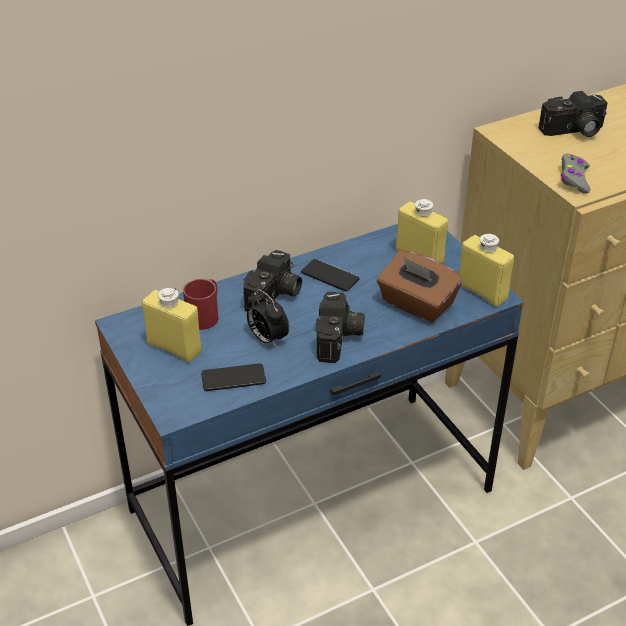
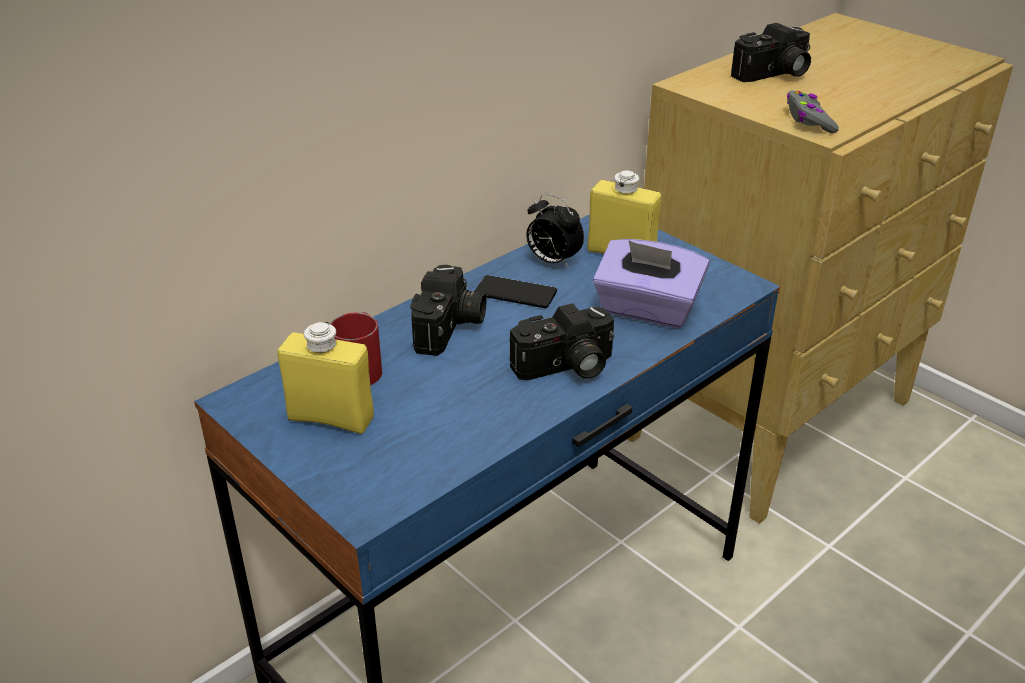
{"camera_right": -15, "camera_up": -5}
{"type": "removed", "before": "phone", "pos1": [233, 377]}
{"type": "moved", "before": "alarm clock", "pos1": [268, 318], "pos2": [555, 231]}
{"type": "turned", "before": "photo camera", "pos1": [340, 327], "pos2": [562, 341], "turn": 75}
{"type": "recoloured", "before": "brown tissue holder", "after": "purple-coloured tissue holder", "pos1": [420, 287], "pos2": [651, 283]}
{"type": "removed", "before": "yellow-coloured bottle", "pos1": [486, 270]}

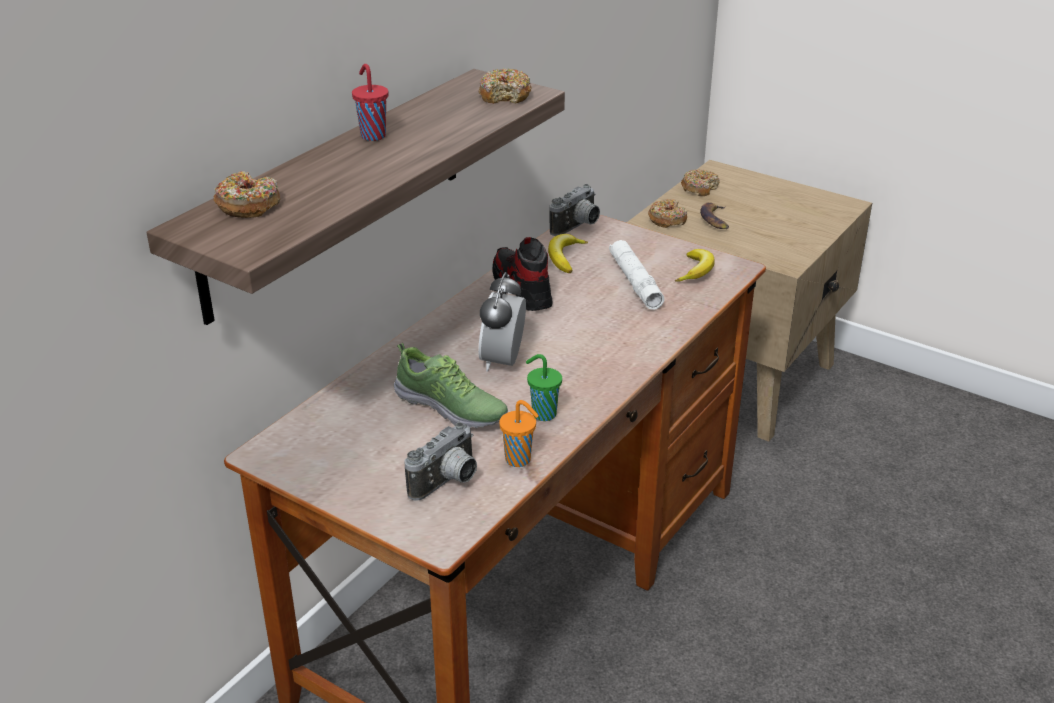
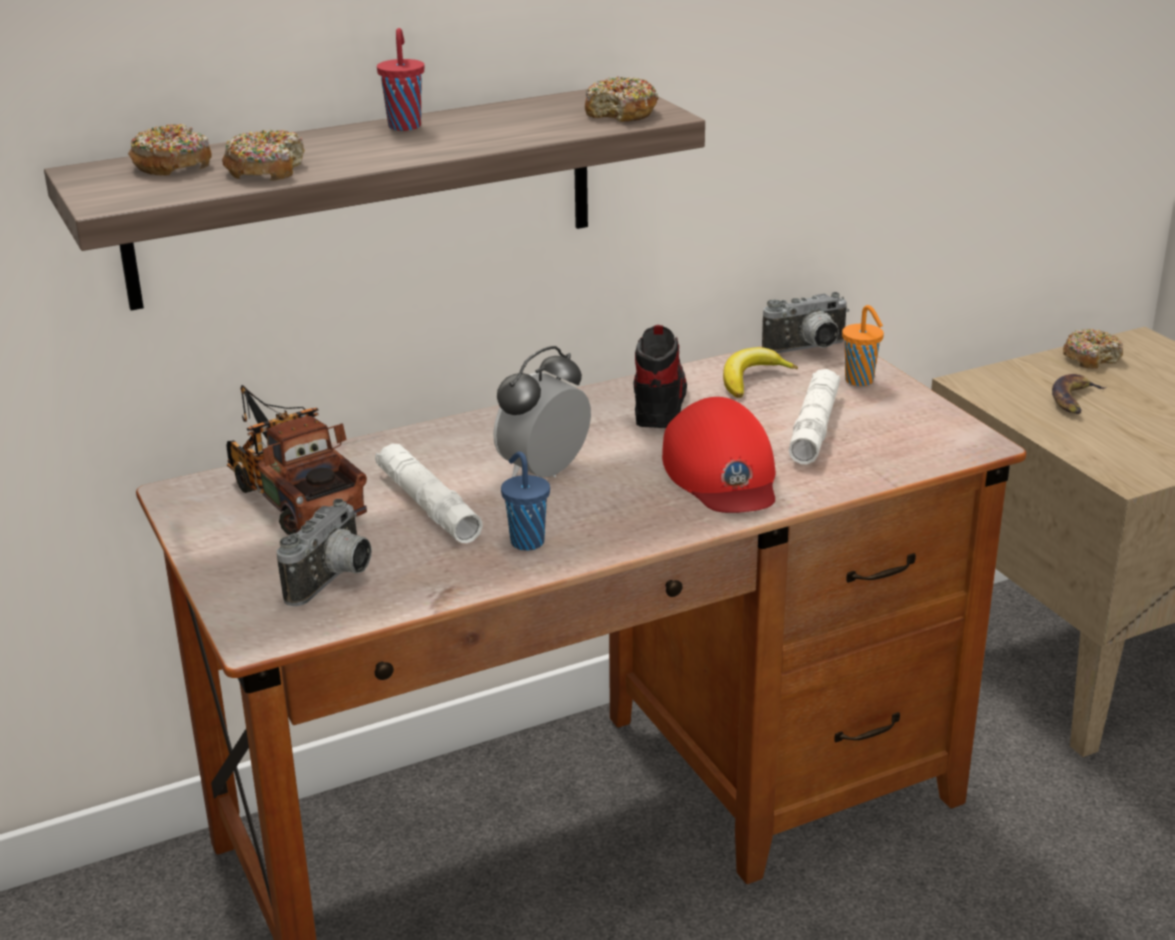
{"camera_right": 30, "camera_up": -5}
{"type": "replaced", "before": "low shoe", "after": "white-coloured hand torch", "pos1": [451, 385], "pos2": [429, 493]}
{"type": "turned", "before": "photo camera", "pos1": [440, 461], "pos2": [324, 552], "turn": -45}
{"type": "moved", "before": "orange cup", "pos1": [519, 433], "pos2": [863, 345]}
{"type": "recoloured", "before": "green cup", "after": "bluish cup", "pos1": [544, 387], "pos2": [525, 501]}
{"type": "moved", "before": "donut", "pos1": [667, 213], "pos2": [263, 155]}
{"type": "removed", "before": "whole banana", "pos1": [695, 265]}
{"type": "added", "after": "toy truck", "pos2": [296, 460]}
{"type": "added", "after": "red peaked cap", "pos2": [719, 455]}

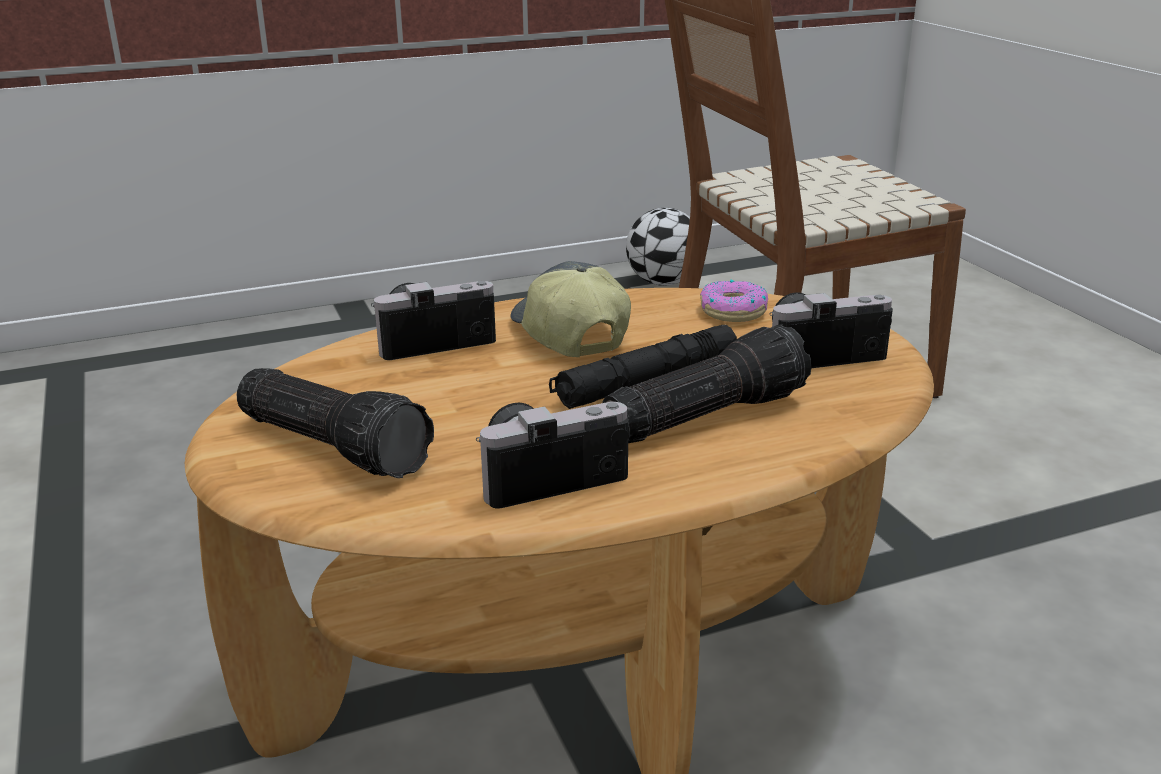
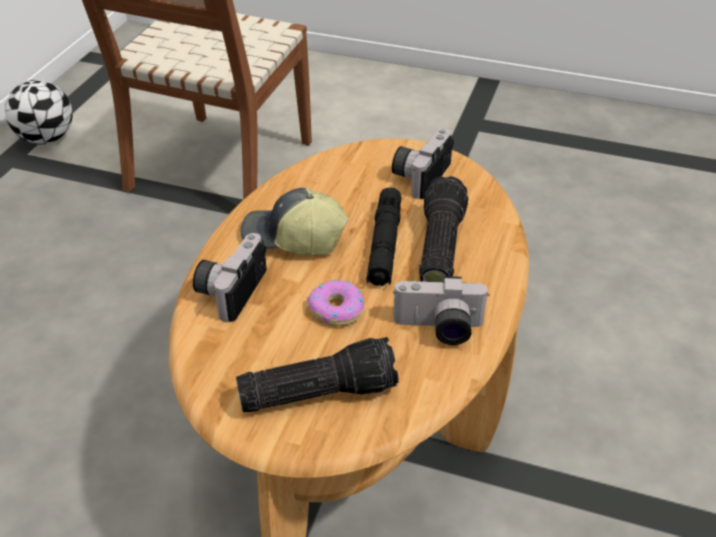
{"camera_right": -50, "camera_up": 15}
{"type": "turned", "before": "photo camera", "pos1": [552, 455], "pos2": [441, 310], "turn": -105}
{"type": "moved", "before": "donut", "pos1": [734, 300], "pos2": [335, 303]}

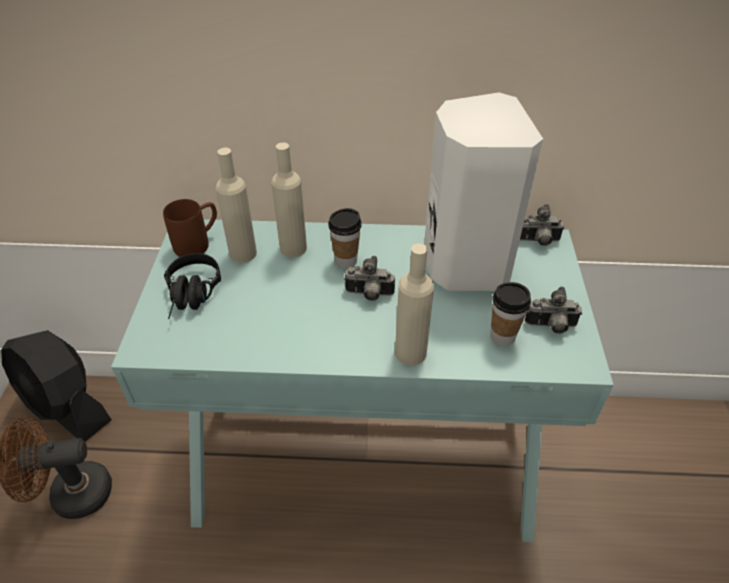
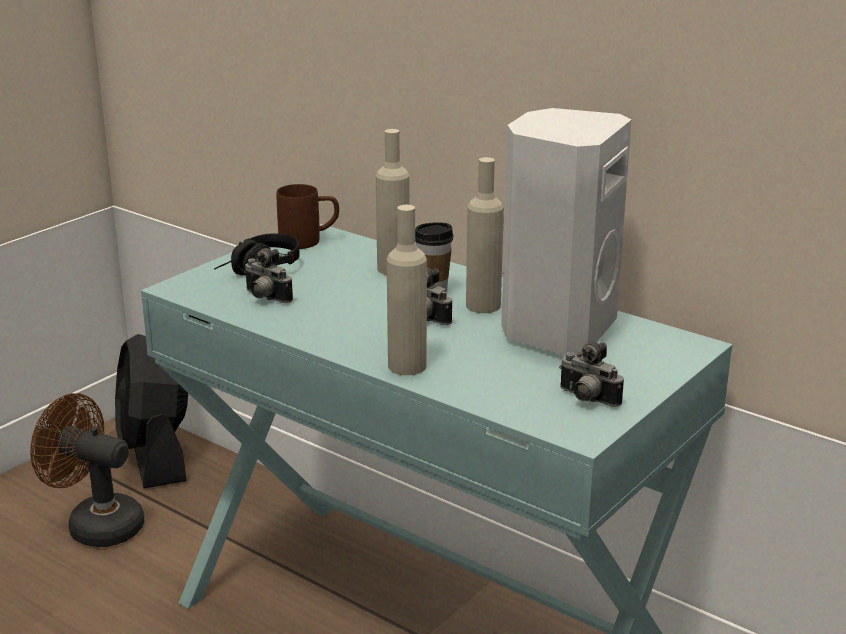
{"camera_right": 35, "camera_up": -20}
{"type": "moved", "before": "sand-coloured bottle", "pos1": [236, 205], "pos2": [485, 235]}
{"type": "removed", "before": "cup", "pos1": [510, 314]}
{"type": "moved", "before": "photo camera", "pos1": [542, 225], "pos2": [268, 275]}

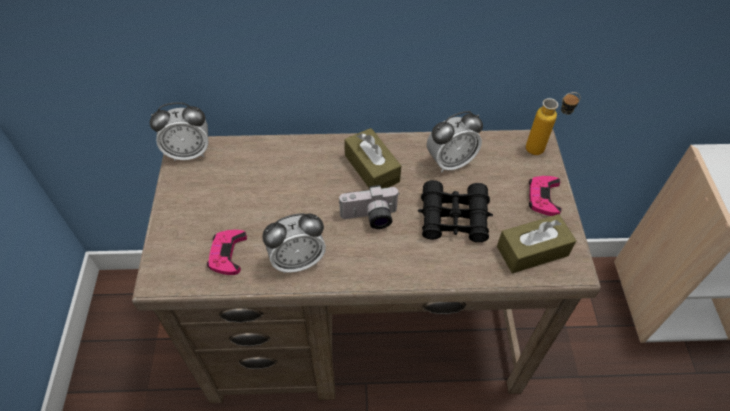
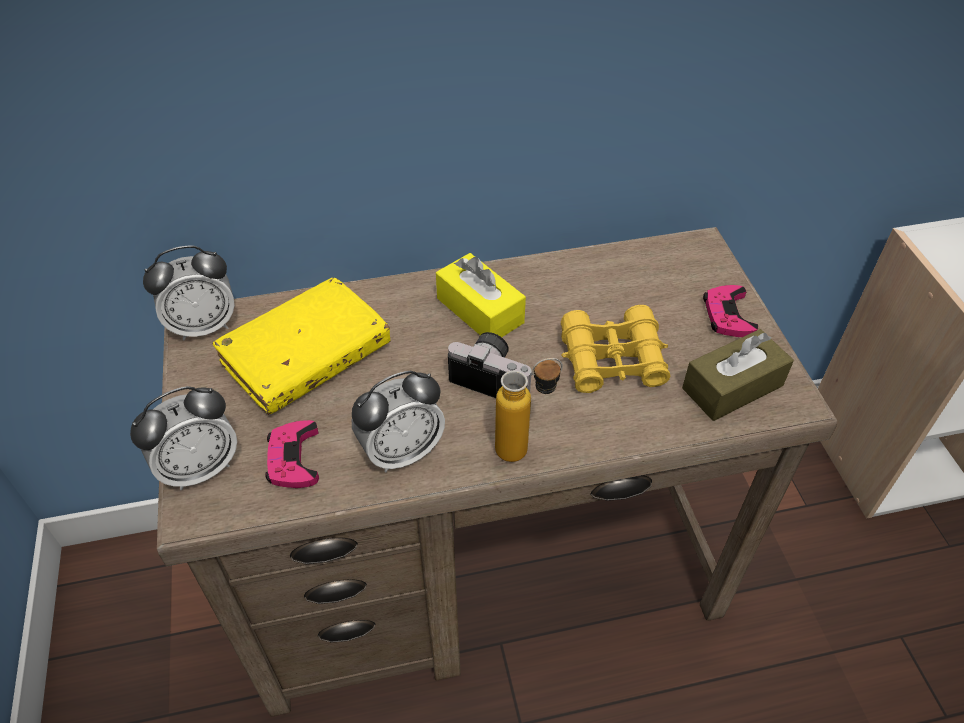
{"camera_right": -10, "camera_up": -5}
{"type": "turned", "before": "photo camera", "pos1": [369, 207], "pos2": [490, 365], "turn": -135}
{"type": "recoloured", "before": "brown tissue holder", "after": "yellow-coloured tissue holder", "pos1": [373, 158], "pos2": [481, 295]}
{"type": "recoloured", "before": "black field glasses", "after": "yellow-coloured field glasses", "pos1": [455, 211], "pos2": [616, 349]}
{"type": "moved", "before": "alarm clock", "pos1": [455, 142], "pos2": [183, 438]}
{"type": "moved", "before": "bottle", "pos1": [553, 123], "pos2": [529, 410]}
{"type": "added", "after": "yellow-coloured bound book", "pos2": [301, 346]}

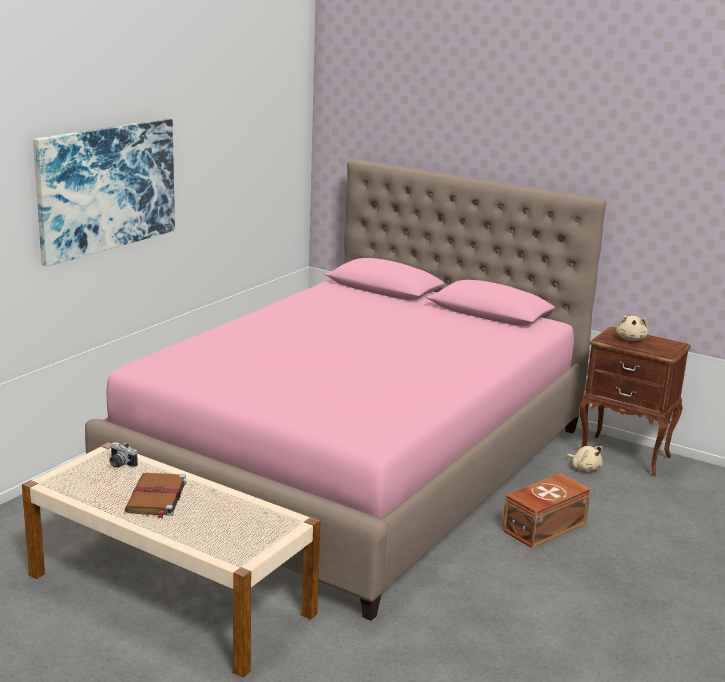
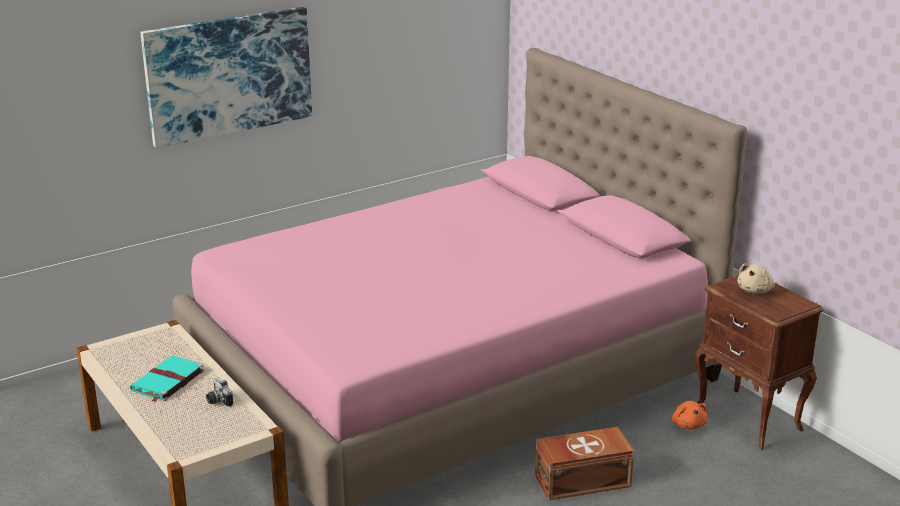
{"camera_right": 25, "camera_up": 5}
{"type": "moved", "before": "photo camera", "pos1": [124, 455], "pos2": [219, 392]}
{"type": "recoloured", "before": "brown bound book", "after": "turquoise bound book", "pos1": [155, 496], "pos2": [167, 379]}
{"type": "recoloured", "before": "sand-coloured soft toy", "after": "orange soft toy", "pos1": [584, 458], "pos2": [689, 415]}

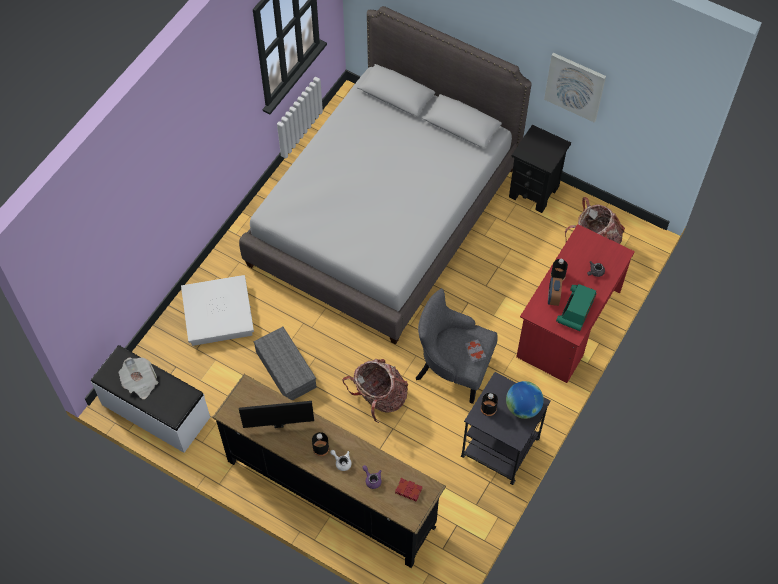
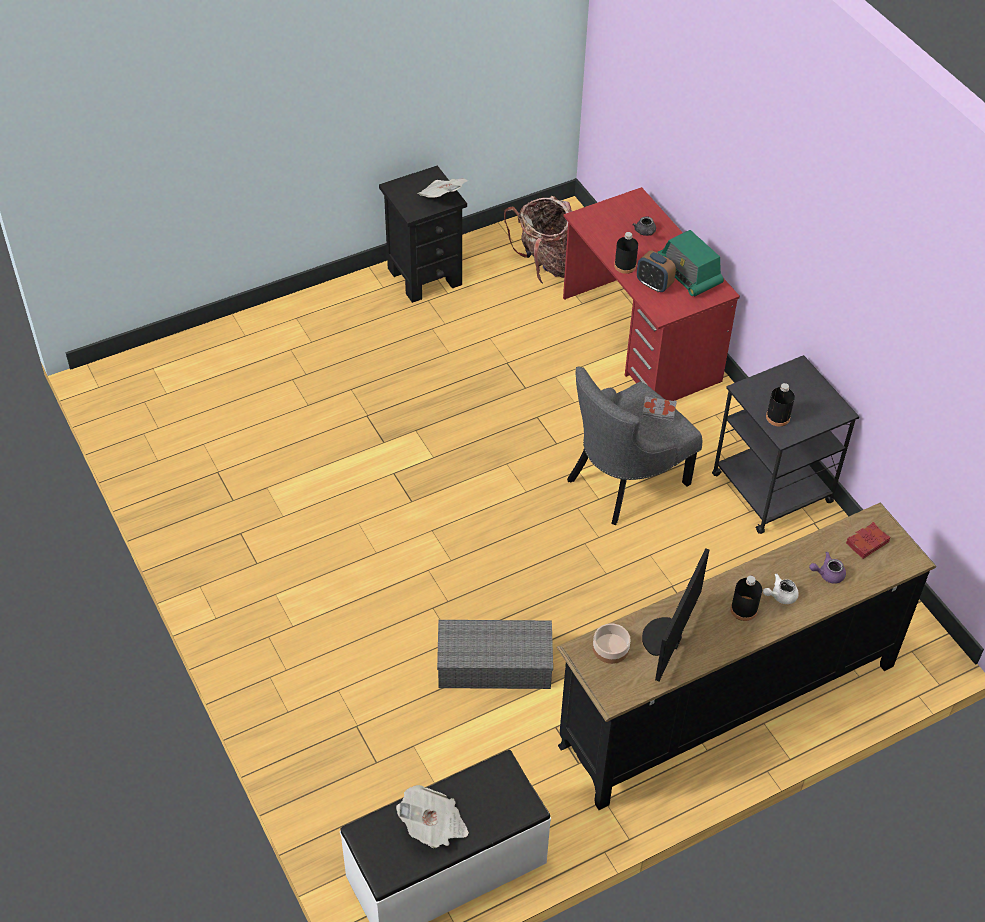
{"camera_right": -60, "camera_up": -10}
{"type": "removed", "before": "white-coloured storage bin", "pos1": [217, 310]}
{"type": "removed", "before": "greyish bed", "pos1": [385, 175]}
{"type": "removed", "before": "knapsack", "pos1": [375, 391]}
{"type": "removed", "before": "world globe", "pos1": [525, 400]}
{"type": "removed", "before": "wall picture", "pos1": [575, 88]}
{"type": "added", "after": "printed paper", "pos2": [442, 188]}
{"type": "added", "after": "serving bowl", "pos2": [612, 643]}

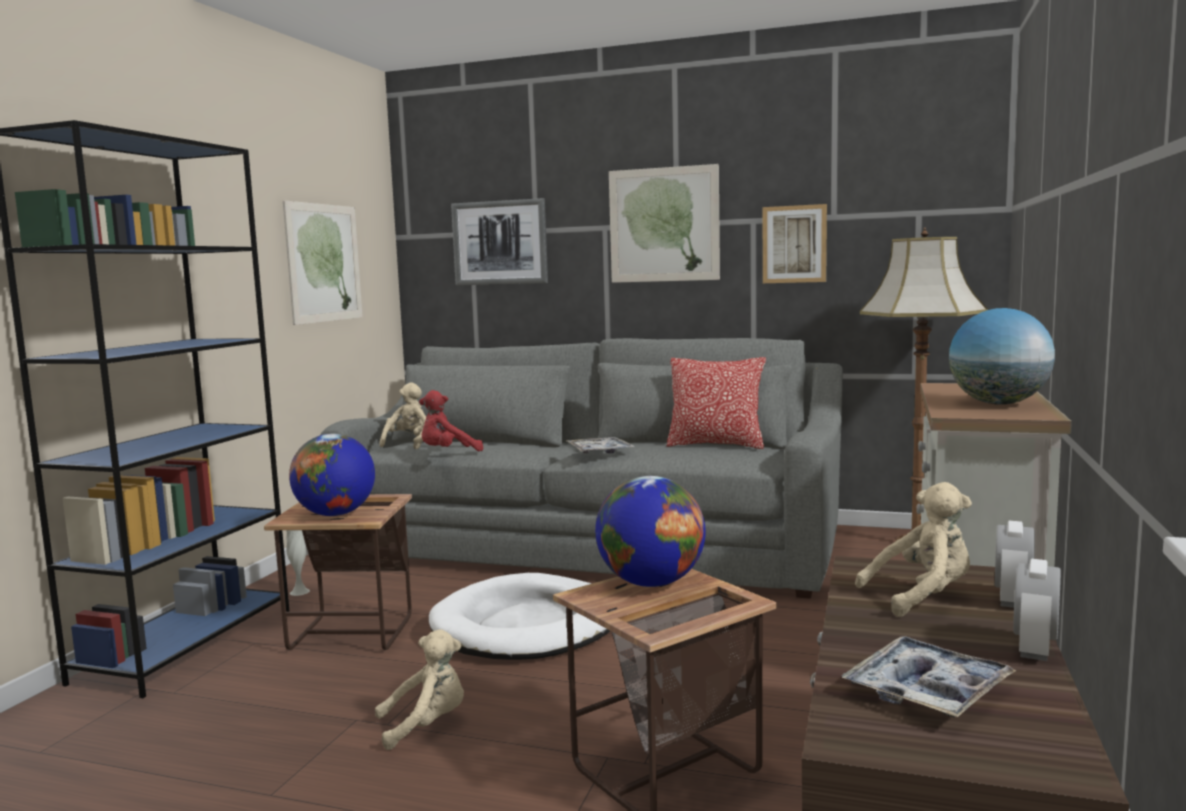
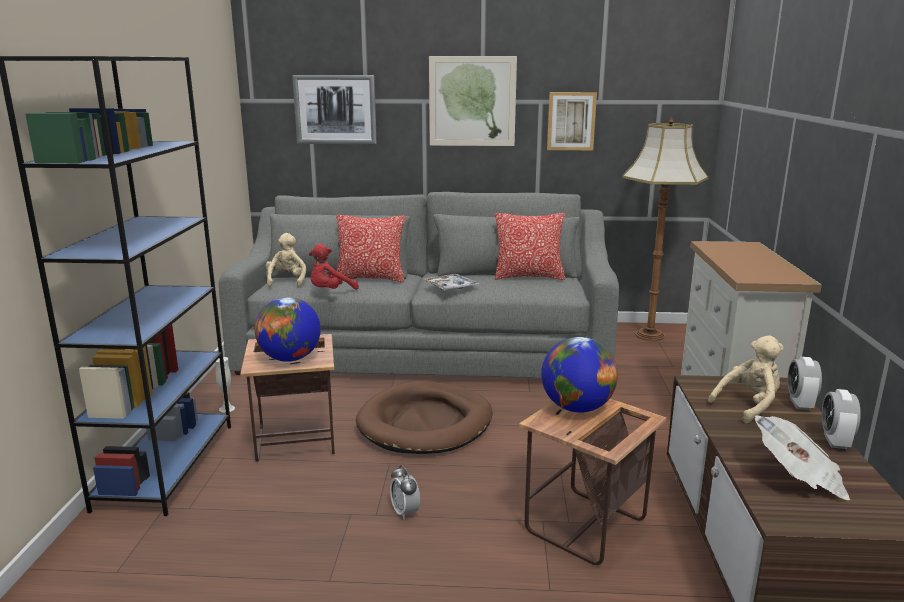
{"camera_right": -15, "camera_up": 10}
{"type": "removed", "before": "wall picture", "pos1": [323, 263]}
{"type": "replaced", "before": "sand-coloured soft toy", "after": "alarm clock", "pos1": [419, 689], "pos2": [405, 492]}
{"type": "recoloured", "before": "white-coloured dog cushion", "after": "brown dog cushion", "pos1": [519, 616], "pos2": [424, 417]}
{"type": "replaced", "before": "serving tray", "after": "printed paper", "pos1": [928, 676], "pos2": [802, 457]}
{"type": "removed", "before": "world globe", "pos1": [1002, 356]}
{"type": "added", "after": "pillow", "pos2": [371, 248]}

